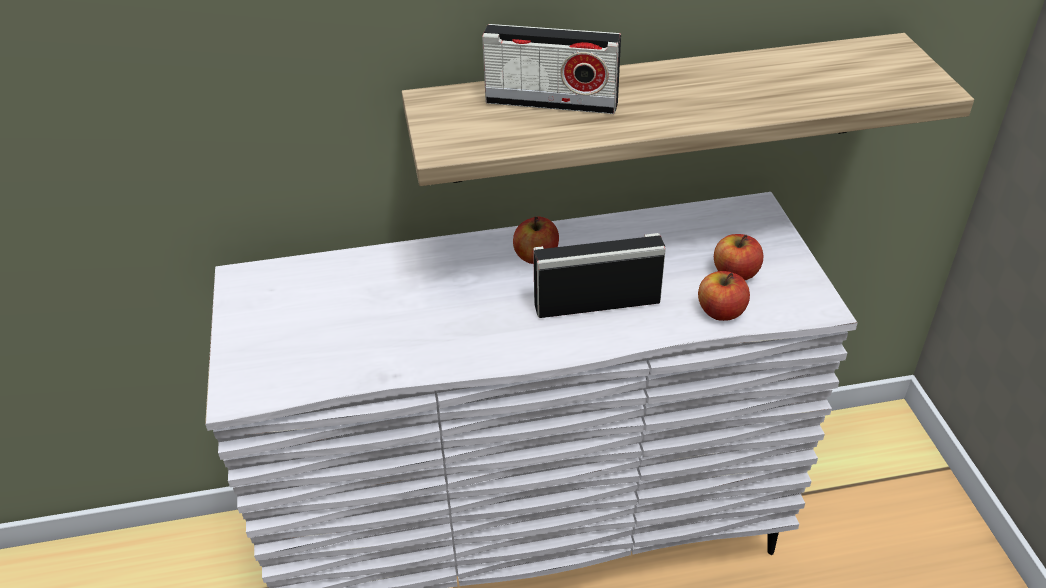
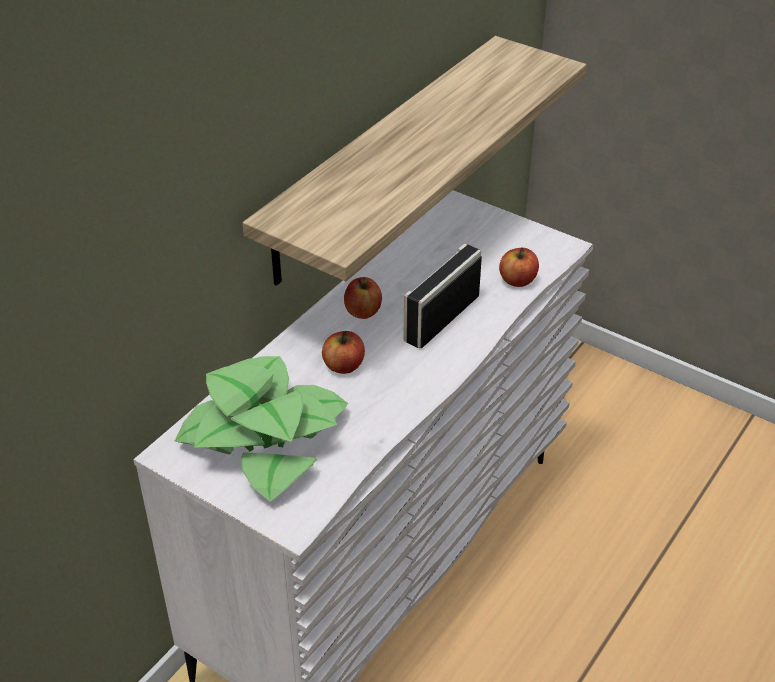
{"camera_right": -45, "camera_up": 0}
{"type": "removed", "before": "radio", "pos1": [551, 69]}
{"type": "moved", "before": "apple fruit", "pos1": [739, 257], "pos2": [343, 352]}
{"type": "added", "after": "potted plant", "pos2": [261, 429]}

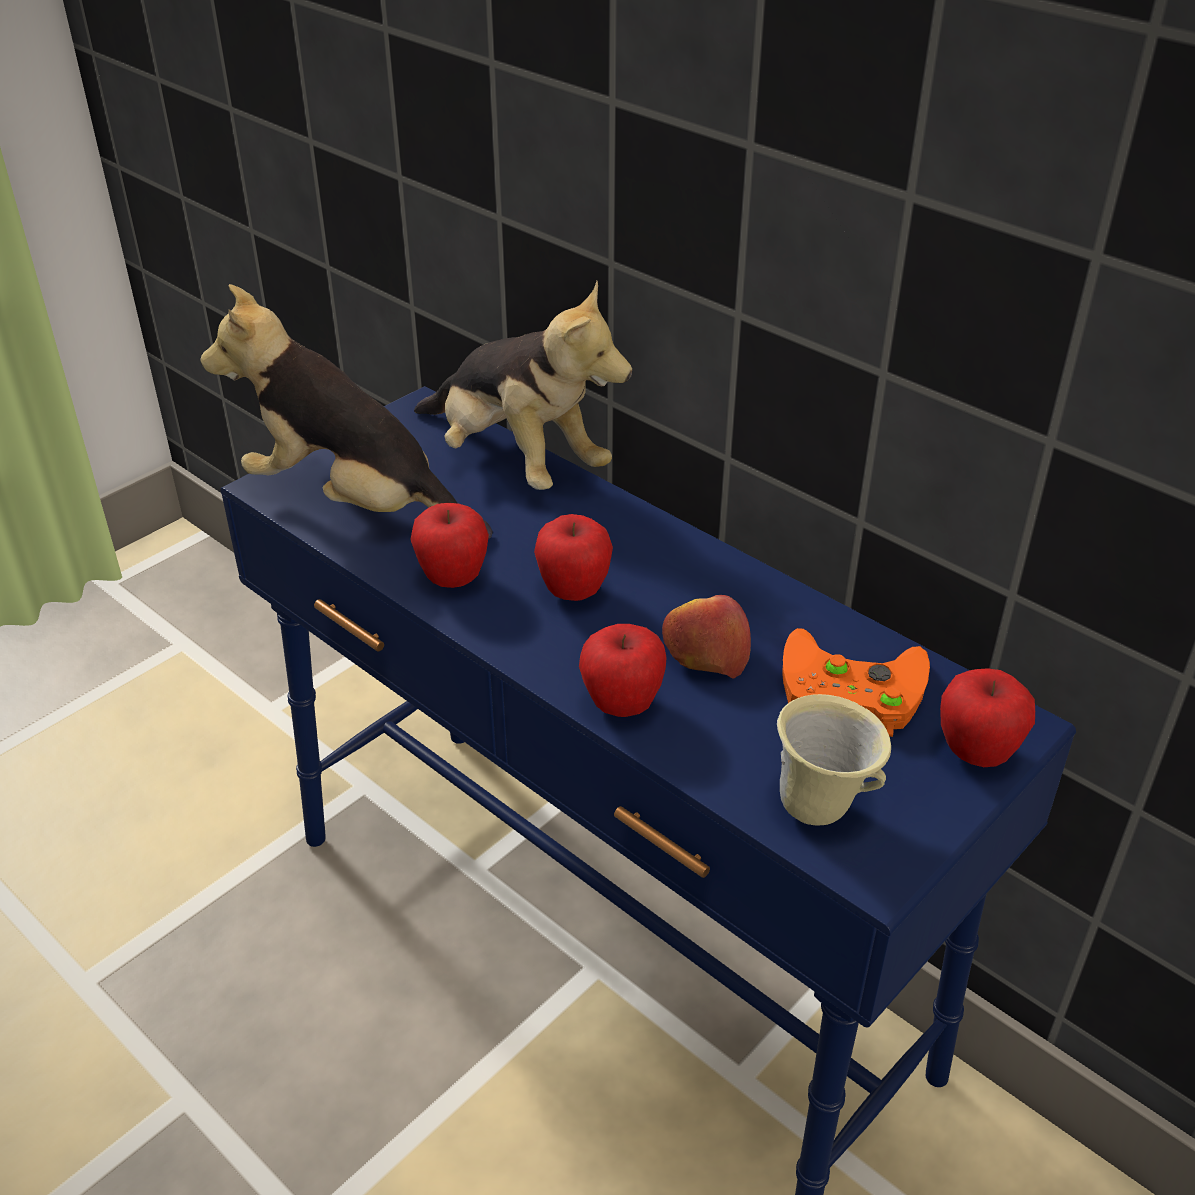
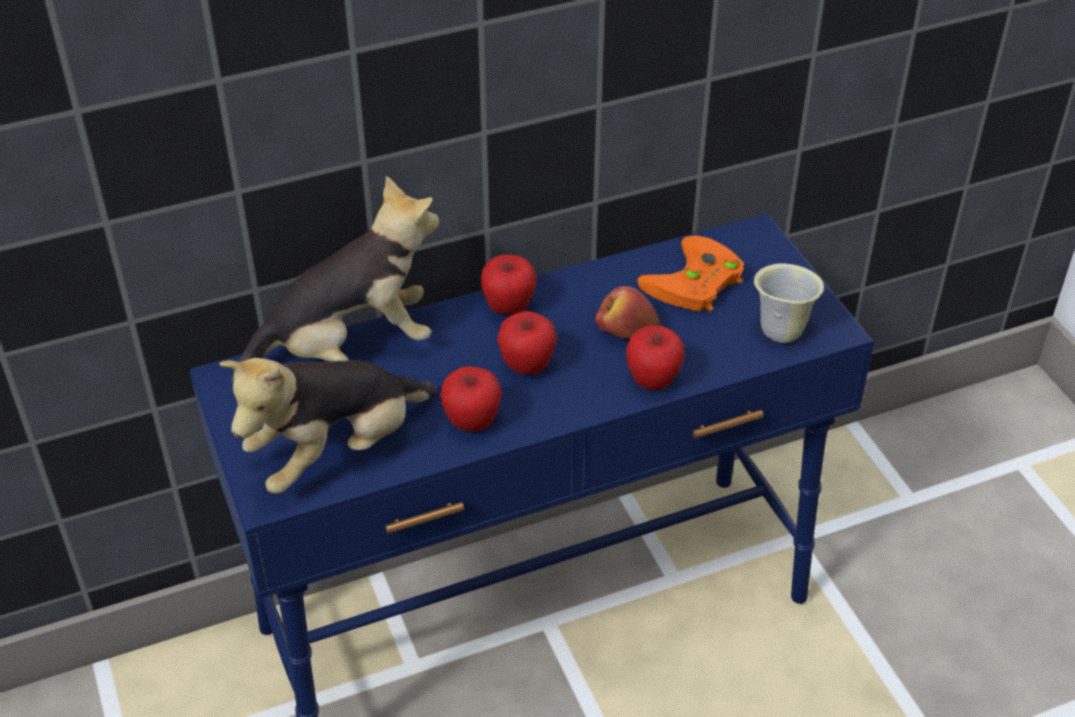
{"camera_right": -65, "camera_up": 5}
{"type": "moved", "before": "apple fruit", "pos1": [987, 717], "pos2": [509, 285]}

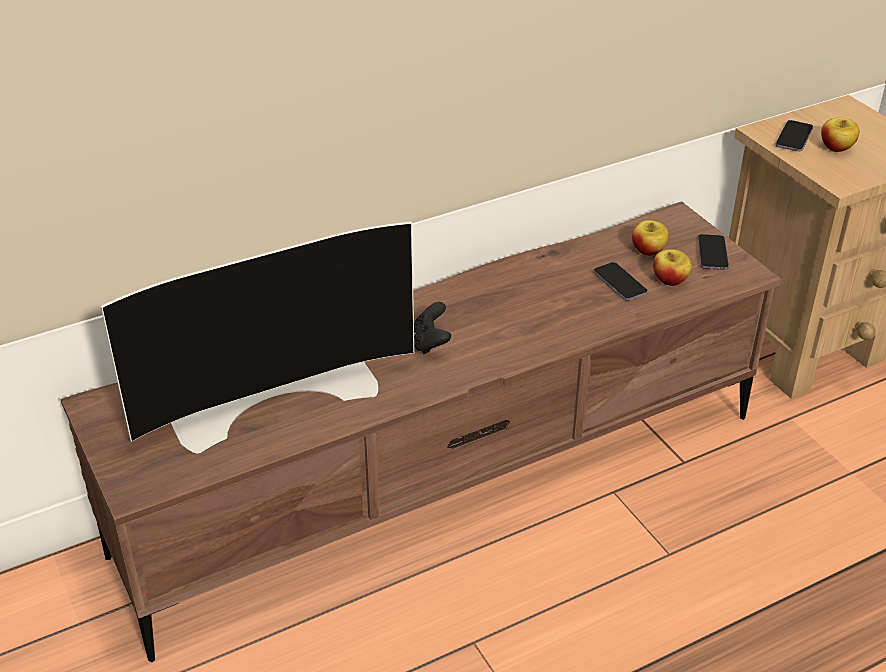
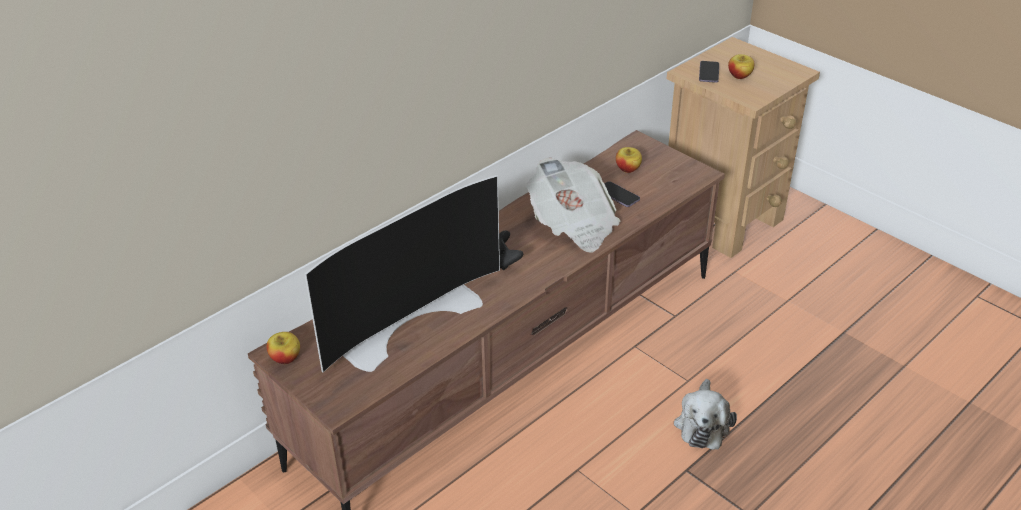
{"camera_right": -15, "camera_up": 0}
{"type": "moved", "before": "apple fruit", "pos1": [672, 267], "pos2": [283, 348]}
{"type": "removed", "before": "phone", "pos1": [713, 252]}
{"type": "added", "after": "printed paper", "pos2": [574, 205]}
{"type": "added", "after": "soft toy", "pos2": [705, 414]}

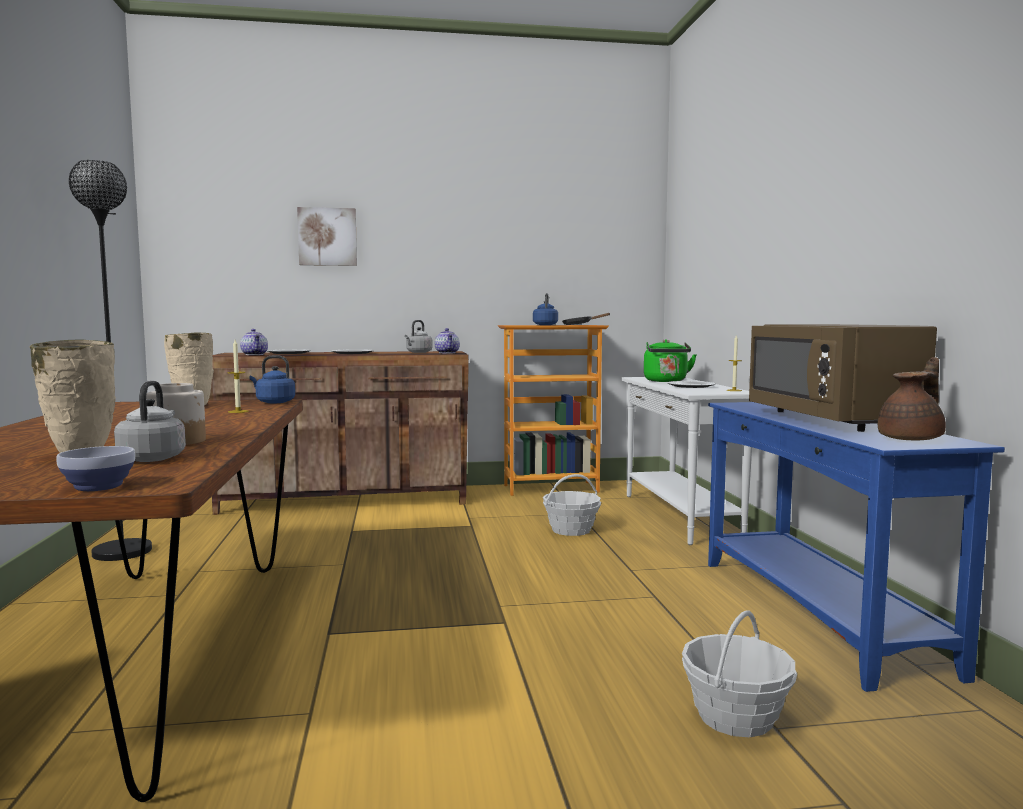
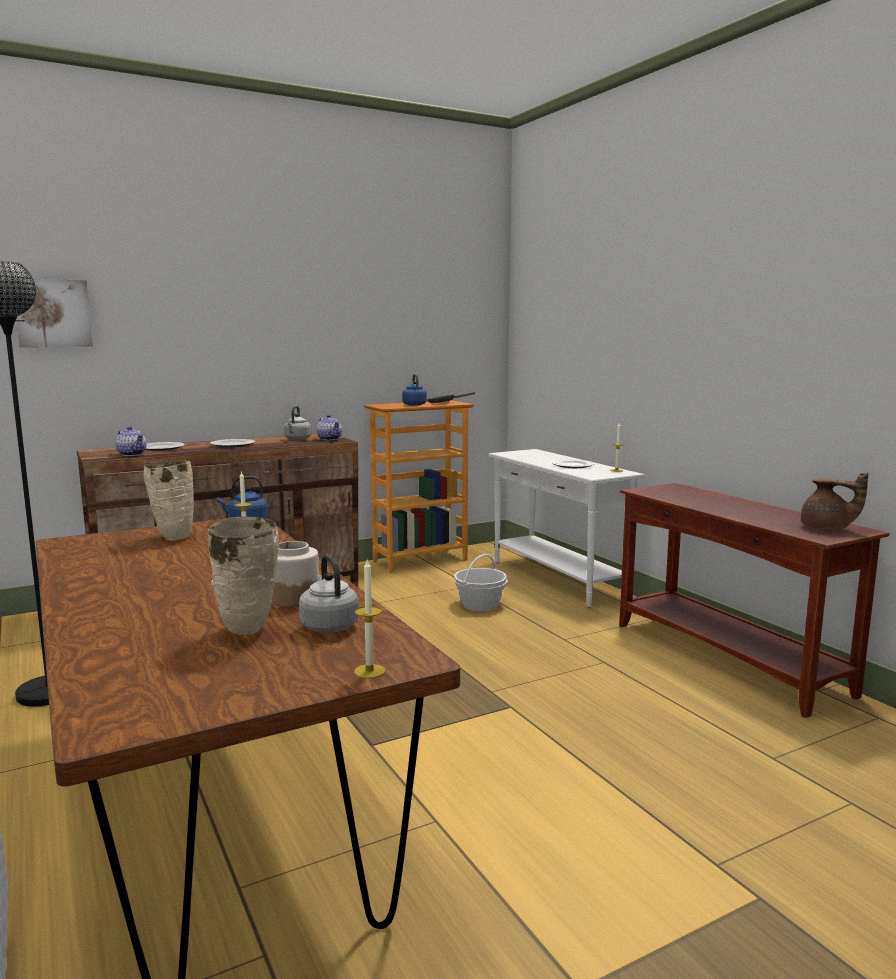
{"camera_right": -20, "camera_up": 5}
{"type": "replaced", "before": "serving bowl", "after": "wax candle", "pos1": [95, 468], "pos2": [369, 619]}
{"type": "moved", "before": "wall picture", "pos1": [327, 236], "pos2": [54, 313]}
{"type": "removed", "before": "green kettle", "pos1": [670, 360]}
{"type": "removed", "before": "basket", "pos1": [739, 673]}
{"type": "recoloured", "before": "bluish hall table", "after": "brown hall table", "pos1": [856, 547], "pos2": [754, 600]}
{"type": "removed", "before": "brown kitchen microwave", "pos1": [843, 378]}
{"type": "turned", "before": "brown tea pot", "pos1": [912, 398], "pos2": [834, 501], "turn": 90}

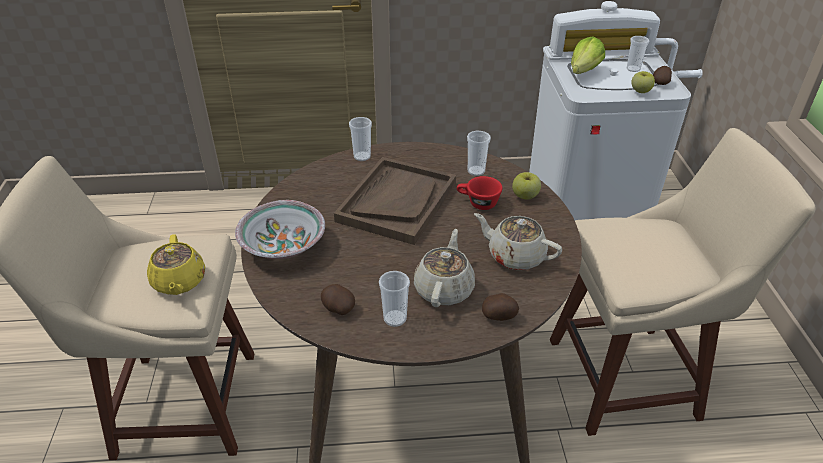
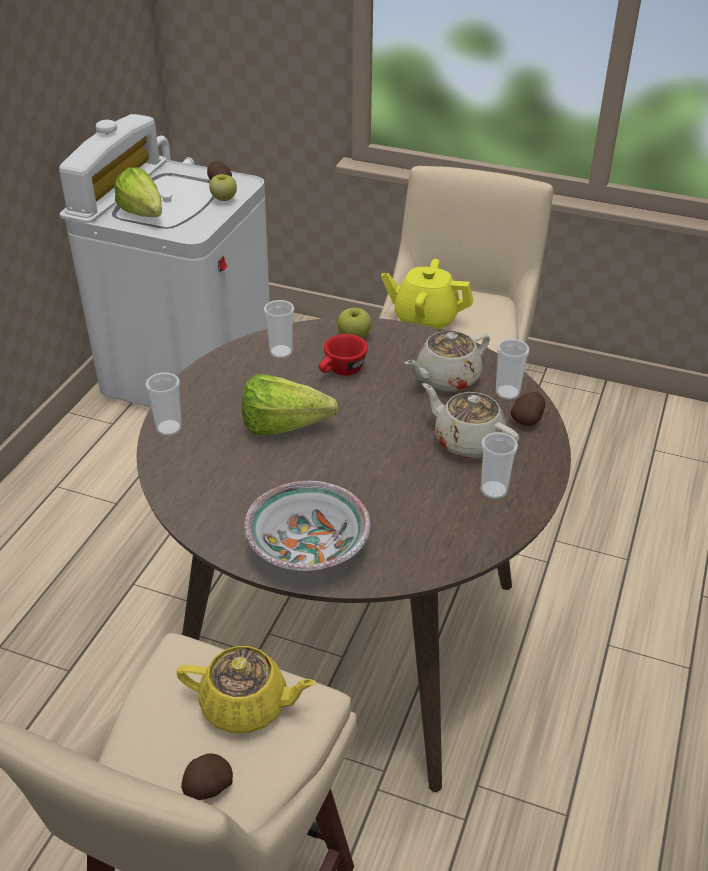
{"camera_right": -65, "camera_up": 0}
{"type": "moved", "before": "whole potato", "pos1": [338, 299], "pos2": [207, 776]}
{"type": "replaced", "before": "brown serving tray", "after": "lettuce head", "pos1": [395, 201], "pos2": [290, 404]}
{"type": "moved", "before": "cup", "pos1": [637, 54], "pos2": [512, 369]}
{"type": "added", "after": "yellow-coloured tea pot", "pos2": [427, 294]}

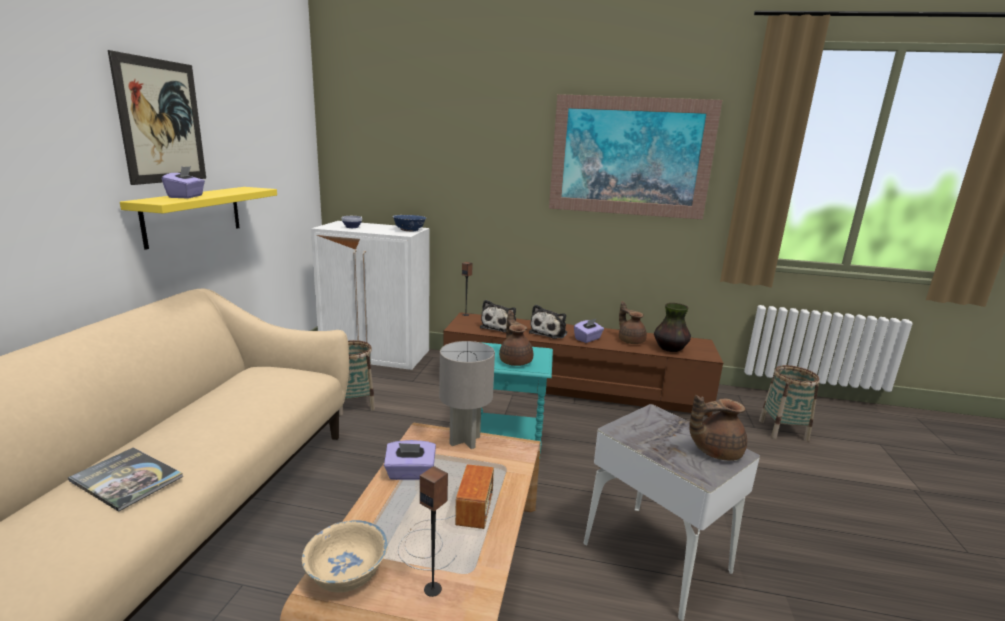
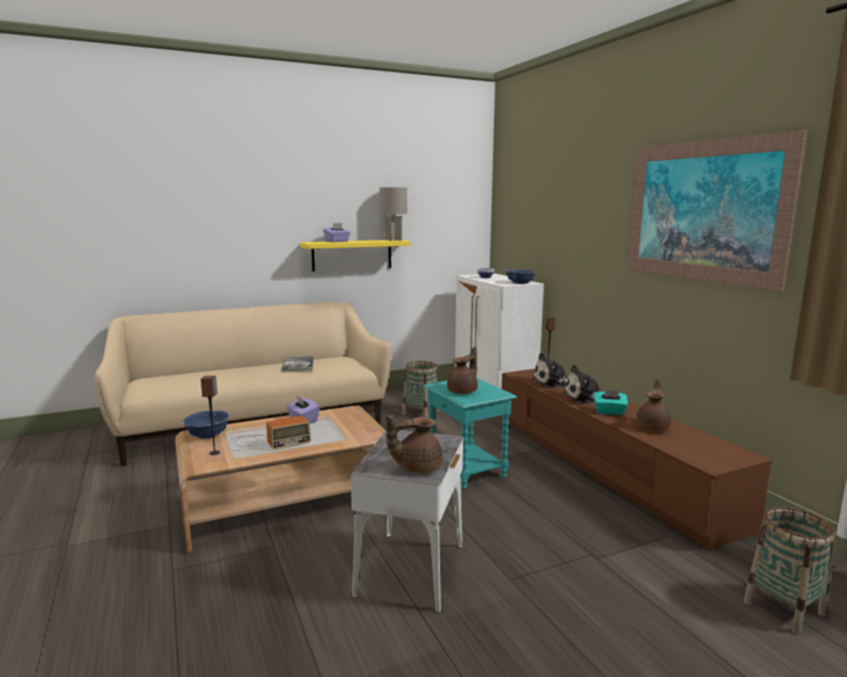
{"camera_right": 55, "camera_up": -5}
{"type": "moved", "before": "bound book", "pos1": [125, 480], "pos2": [297, 364]}
{"type": "removed", "before": "wall picture", "pos1": [157, 117]}
{"type": "recoloured", "before": "sand-coloured serving bowl", "after": "bluish serving bowl", "pos1": [345, 556], "pos2": [206, 424]}
{"type": "moved", "before": "greyish table lamp", "pos1": [467, 395], "pos2": [393, 214]}
{"type": "recoloured", "before": "purple-coloured tissue holder", "after": "turquoise tissue holder", "pos1": [589, 330], "pos2": [611, 402]}
{"type": "removed", "before": "flower vase", "pos1": [672, 327]}
{"type": "turned", "before": "brown tea pot", "pos1": [718, 428], "pos2": [414, 443], "turn": -60}

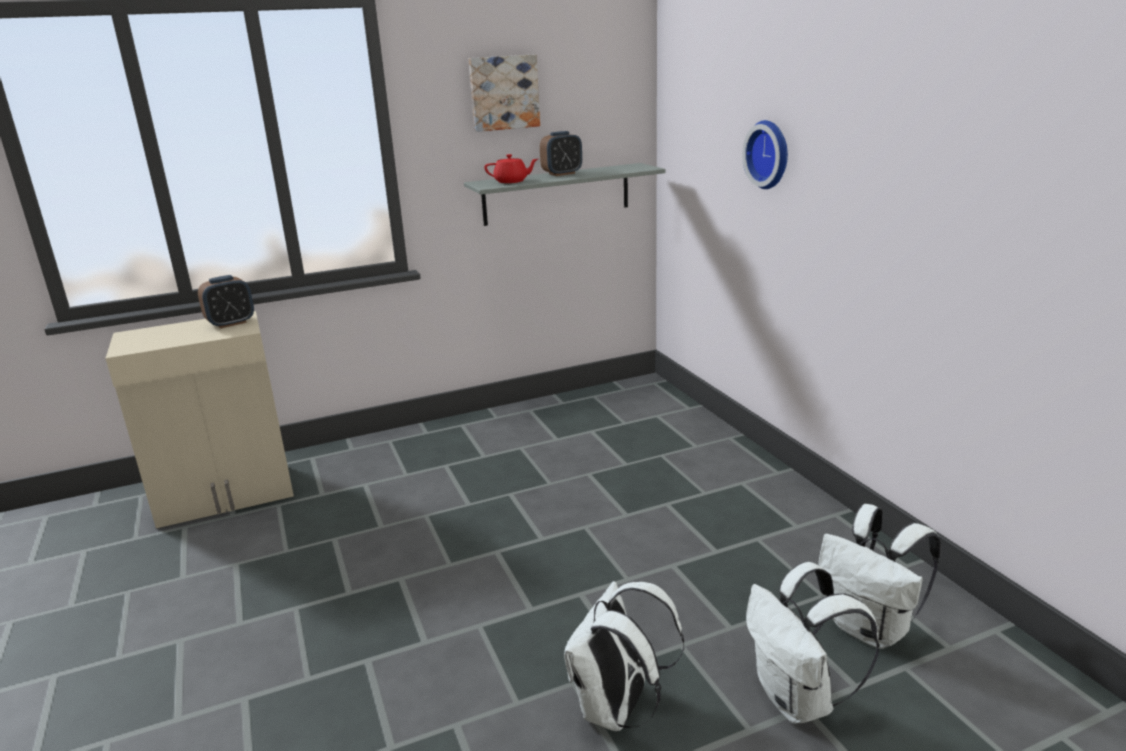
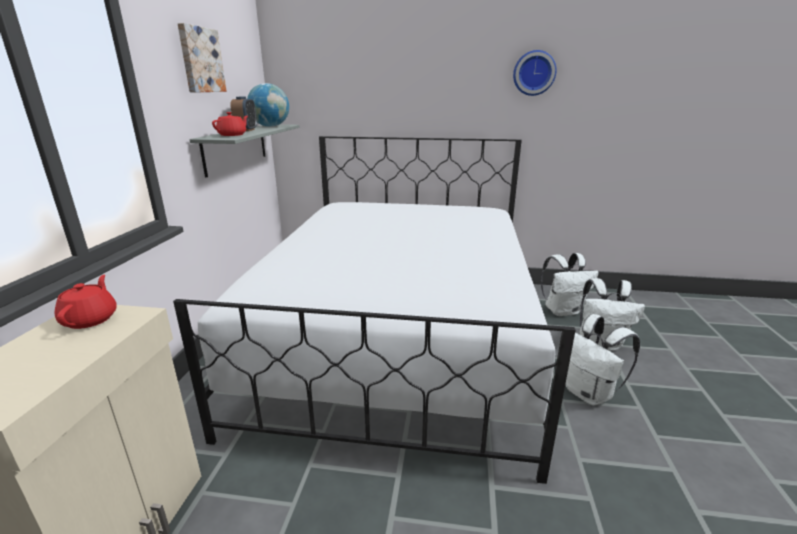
{"camera_right": -60, "camera_up": 0}
{"type": "replaced", "before": "alarm clock", "after": "red tea pot", "pos1": [226, 301], "pos2": [86, 301]}
{"type": "moved", "before": "hanging clock", "pos1": [765, 154], "pos2": [535, 73]}
{"type": "added", "after": "white-coloured bed", "pos2": [374, 310]}
{"type": "added", "after": "world globe", "pos2": [268, 105]}

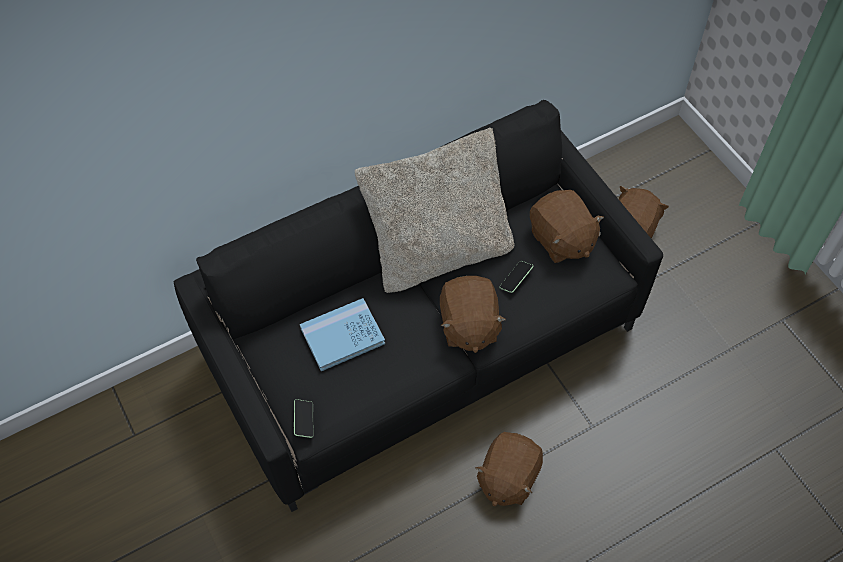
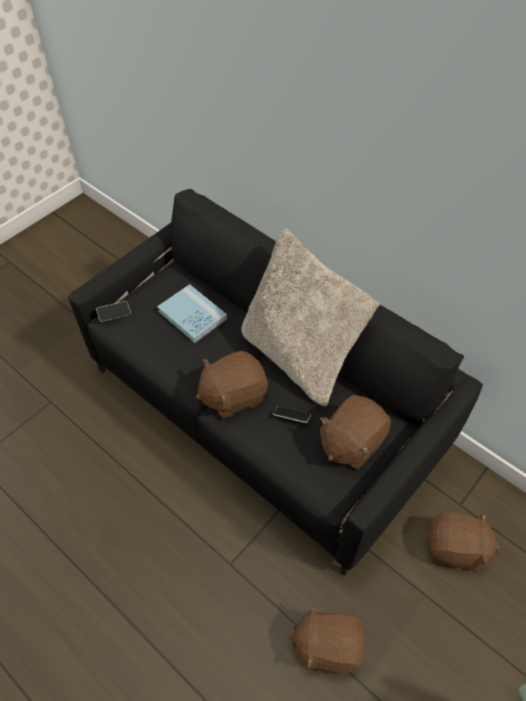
{"camera_right": 70, "camera_up": -5}
{"type": "moved", "before": "brown soft toy", "pos1": [509, 469], "pos2": [327, 639]}

